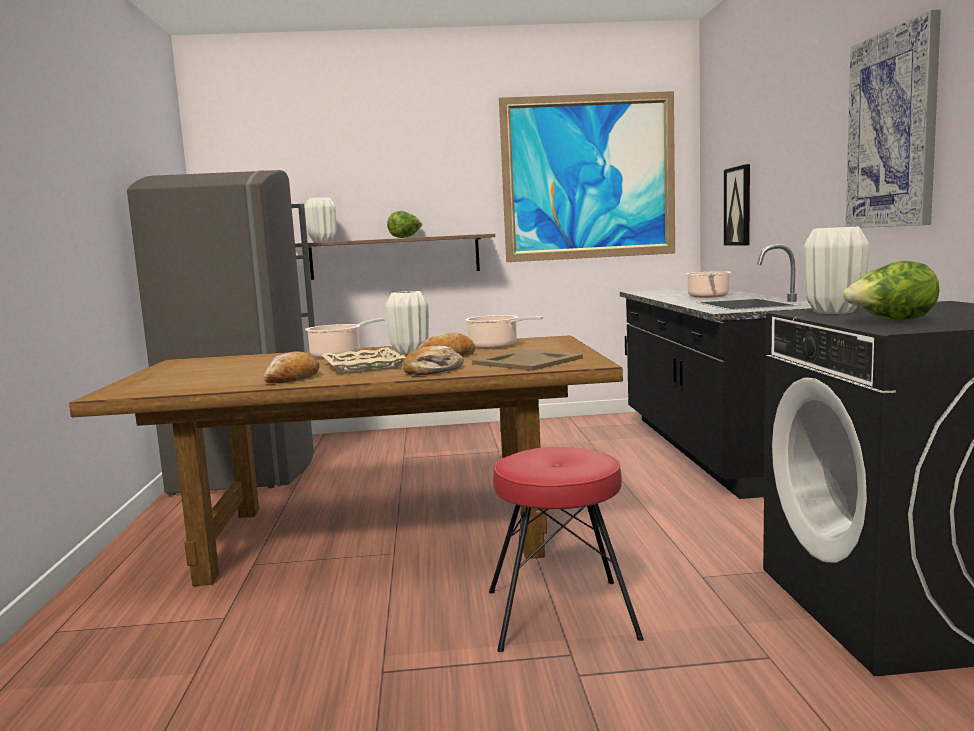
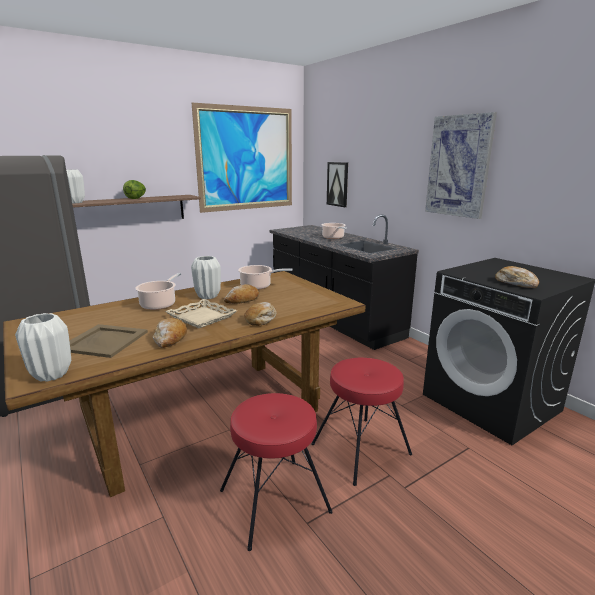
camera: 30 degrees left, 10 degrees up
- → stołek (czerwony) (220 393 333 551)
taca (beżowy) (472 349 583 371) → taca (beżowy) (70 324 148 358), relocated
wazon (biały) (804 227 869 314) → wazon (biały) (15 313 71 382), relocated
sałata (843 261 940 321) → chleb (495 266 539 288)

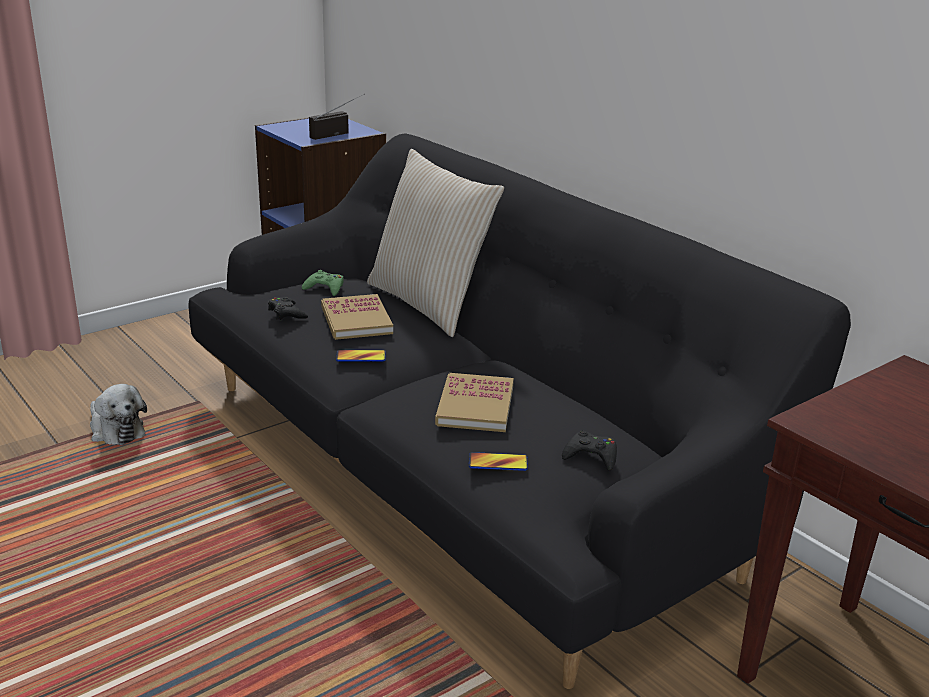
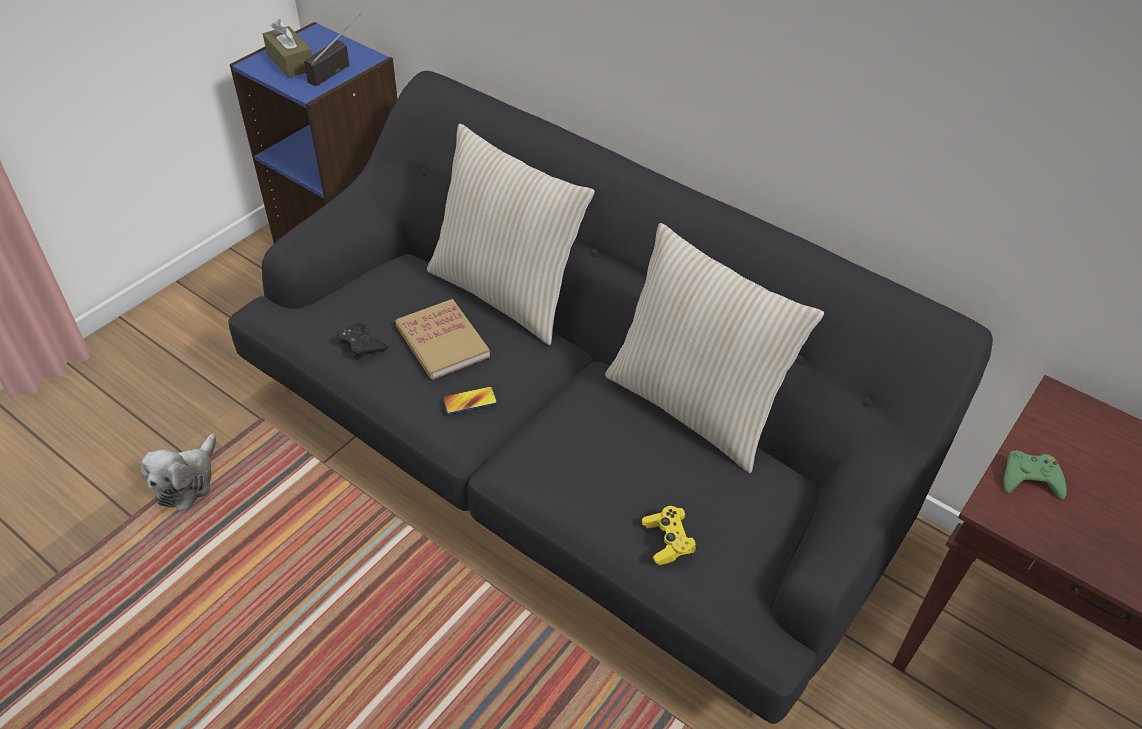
camera: 15 degrees left, 20 degrees up
książka (435 373 514 432) → -
pad do gier (czarny) (562 430 617 471) → -
- → pudełko chusteczek (brązowy) (263 19 312 78)
- → poduszka (beżowy) (605 223 824 473)
pad do gier (zielony) (302 270 344 296) → pad do gier (zielony) (1003 451 1067 500), relocated
telefon (469 452 528 471) → pad do gier (żółty) (642 506 697 565)
pluszak (90 384 147 445) → pluszak (141 434 217 510), 75 degrees clockwise

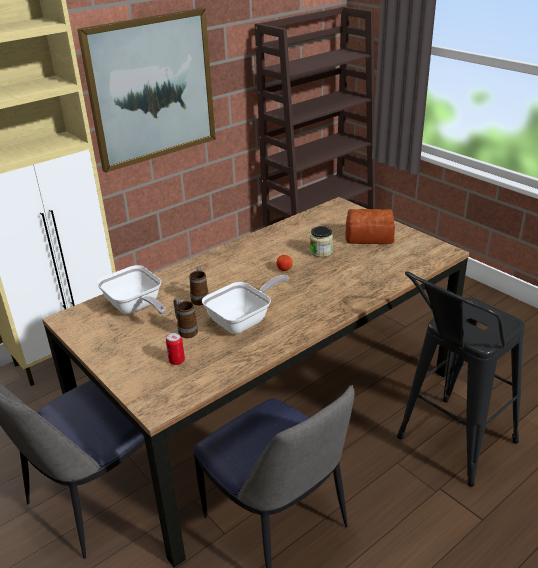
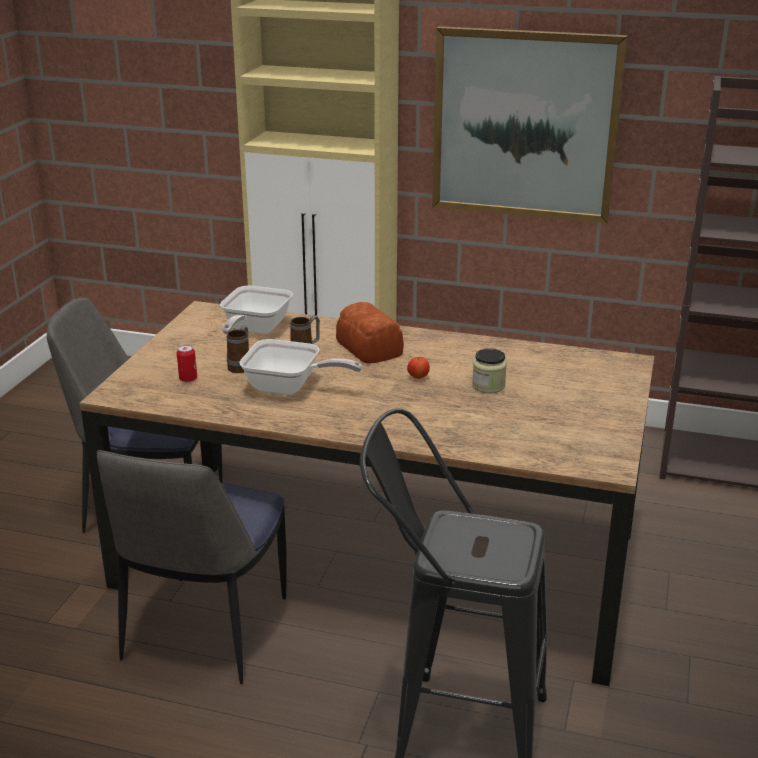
camera: 55 degrees right, 5 degrees down
chleb (346 209 395 244) → chleb (336 302 404 364), relocated

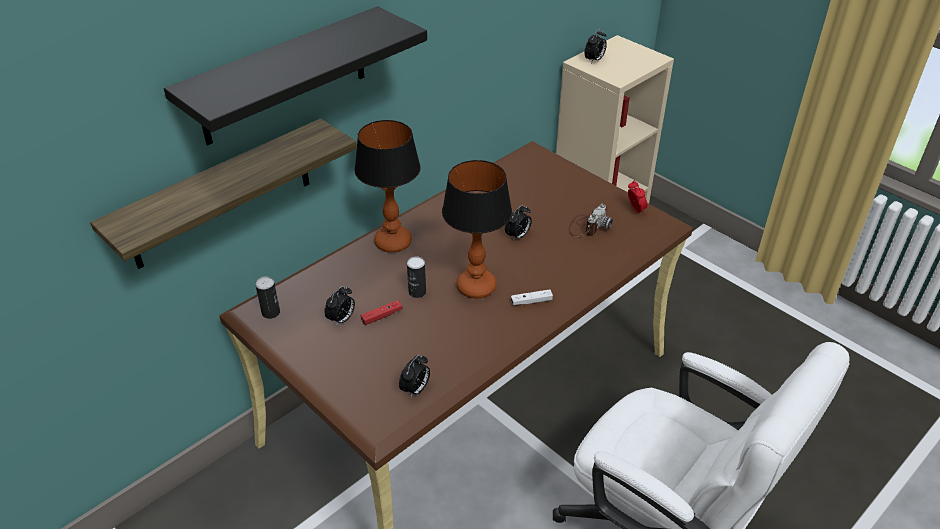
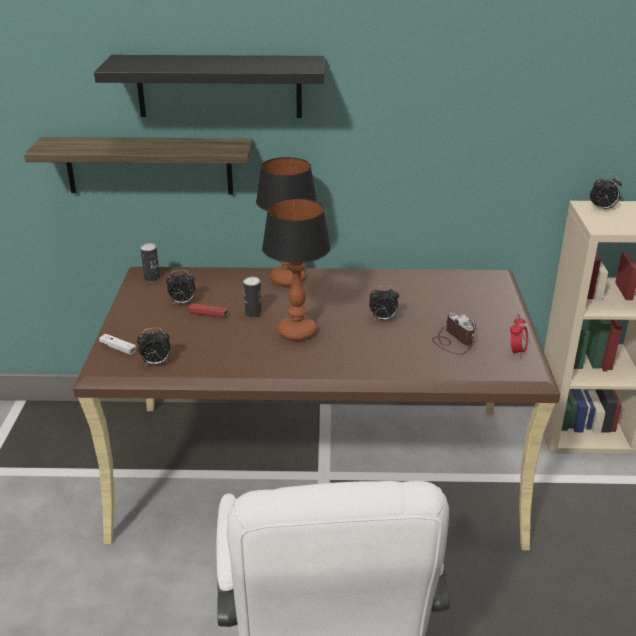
camera: 45 degrees right, 10 degrees down
pad do gier (biały) (511 289 553 305) → pad do gier (biały) (99 334 136 355), relocated
aparat fotograficzny (569 204 613 236) → aparat fotograficzny (432 312 476 354), 105 degrees counterclockwise

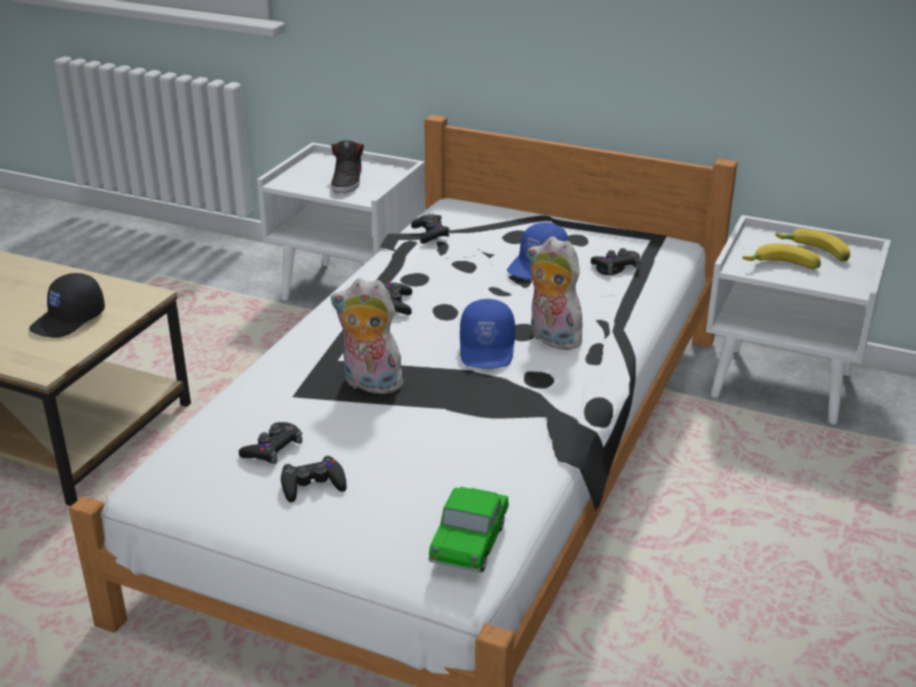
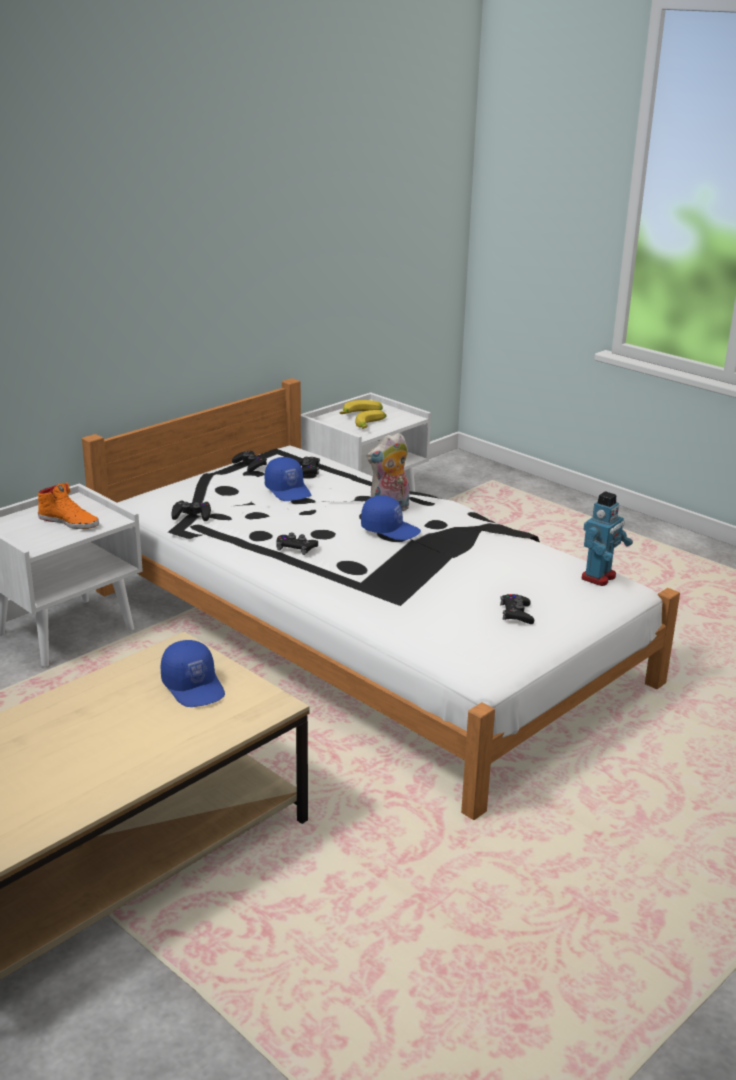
camera: 70 degrees left, 5 degrees down
pluszak (331 278 410 394) → -
pad do gier (czarny) (239 422 302 464) → pad do gier (czarny) (232 451 267 473), relocated
samochodzik (429 487 509 572) → robot zabawkowy (582 491 633 586)
czapka z daszkiem (czarny) (29 273 105 338) → czapka z daszkiem (niebieski) (161 640 225 707)
but (czarny) (331 140 364 193) → but (pomarańczowy) (38 483 99 529)

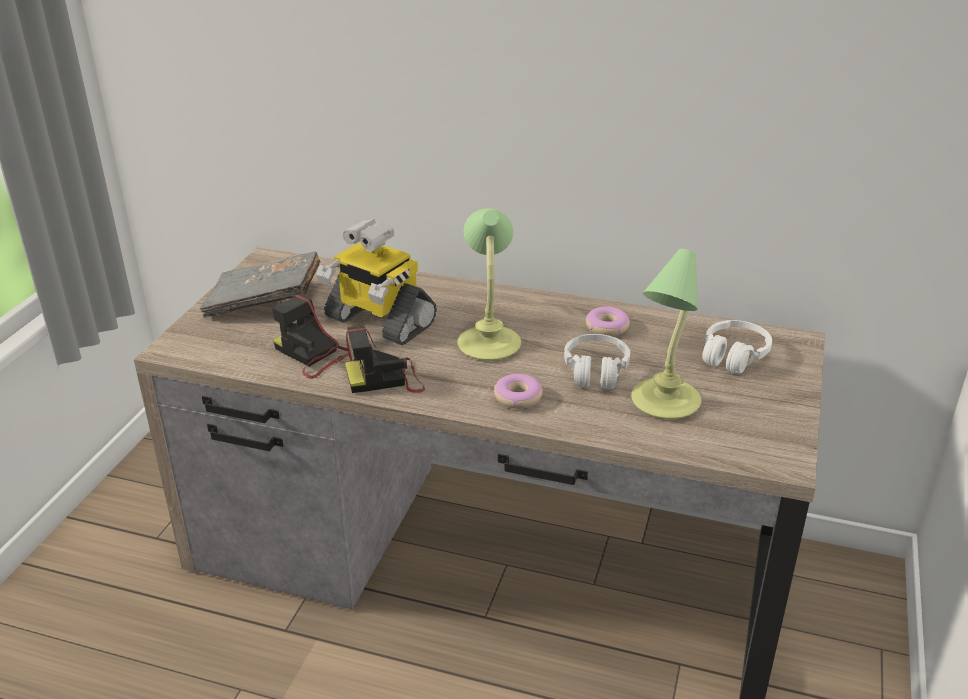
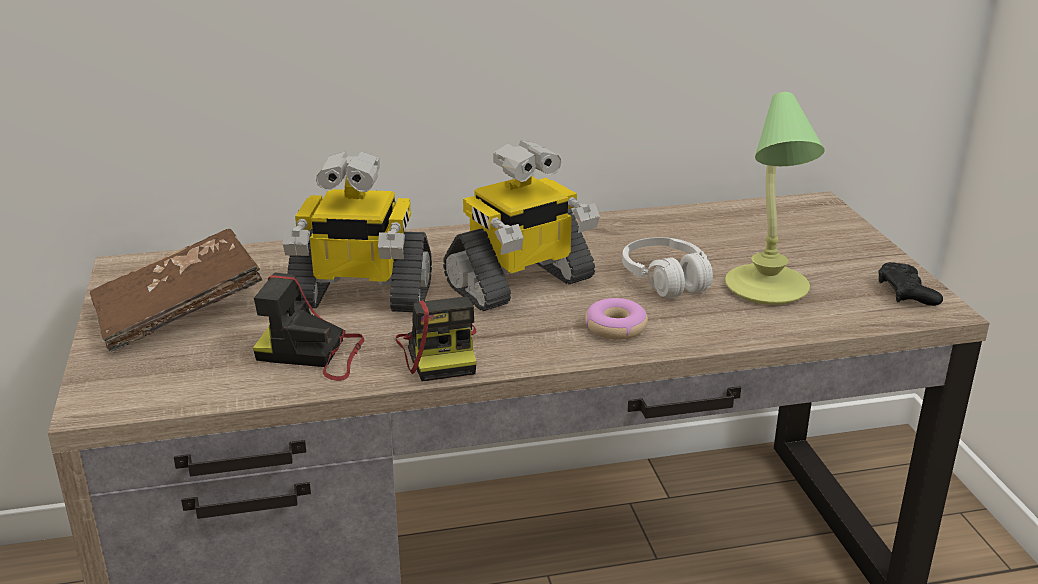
camera: 30 degrees left, 5 degrees down
donut (586 307 630 336) → -
słuchawki (biały) (702 320 772 374) → -
- → pad do gier (czarny) (878 262 943 306)
lampa stołowa (458 208 521 361) → robot zabawkowy (443 140 600 311)
książka (szary) (200 252 320 318) → książka (brązowy) (90 229 263 352)
aparat fotograficzny (345 326 425 393) → aparat fotograficzny (396 297 477 381), 60 degrees counterclockwise

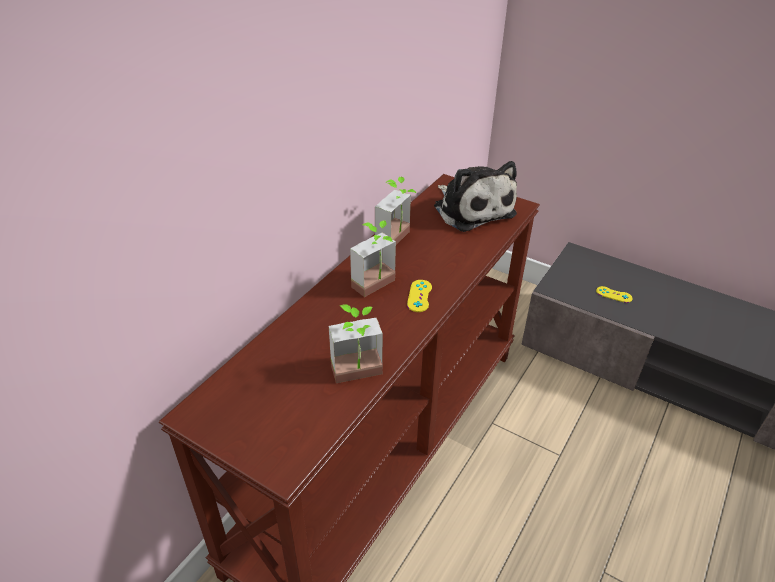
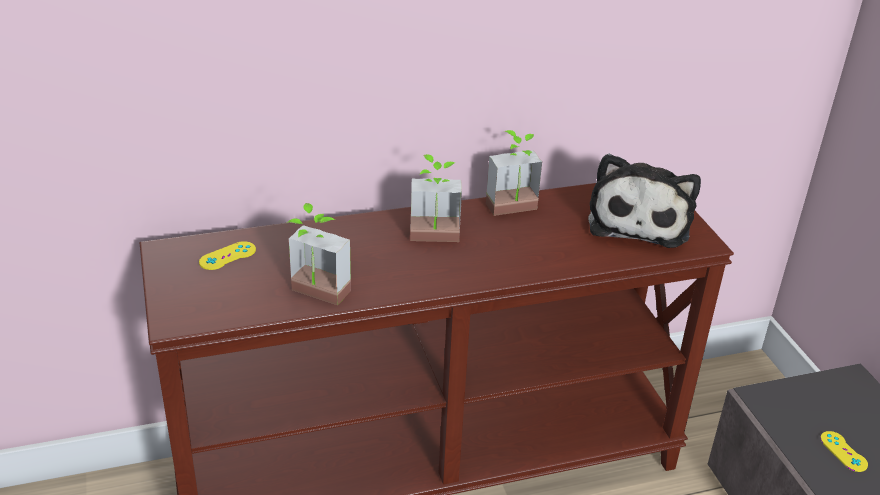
camera: 40 degrees right, 5 degrees down
pad do gier (żółty) (407 280 432 312) → pad do gier (żółty) (199 241 256 270), relocated

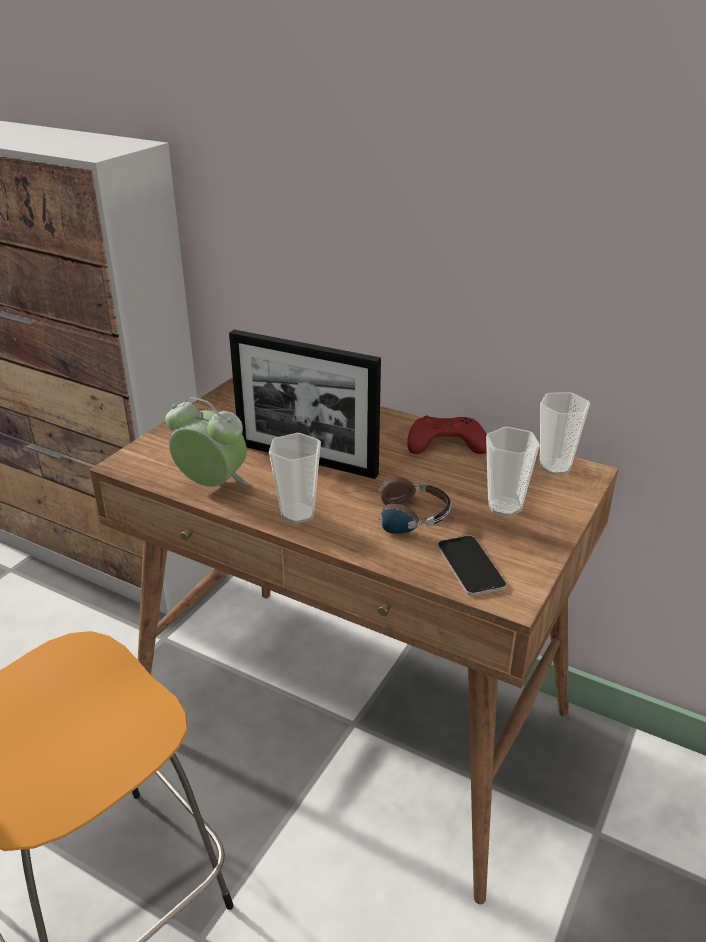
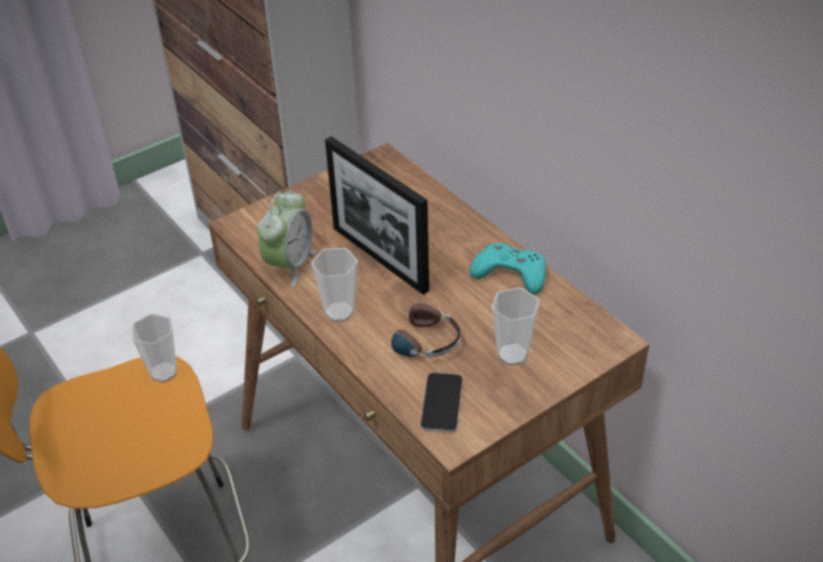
camera: 25 degrees right, 10 degrees up
filiżanka (540 392 590 475) → filiżanka (132 313 177 383), relocated
pad do gier (czerwony) (407 416 487 454) → pad do gier (turkusowy) (470 243 546 294)
budzik (165 397 251 487) → budzik (257 190 316 287), 60 degrees clockwise

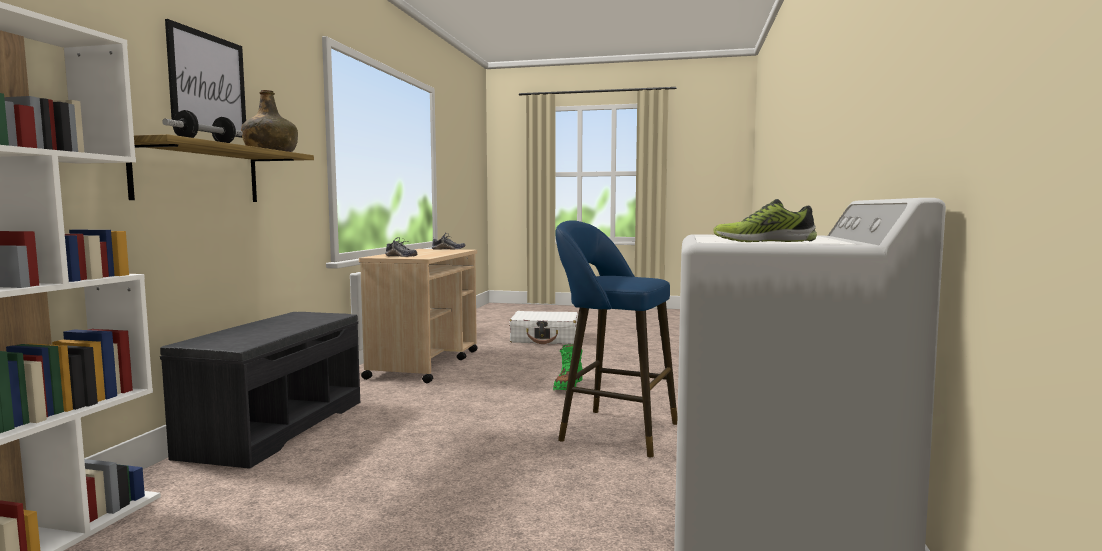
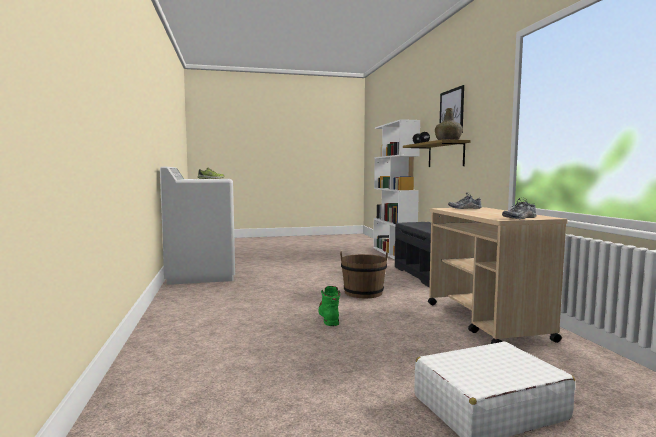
camera: 155 degrees right, 0 degrees up
stołek (niebieski) (555 220 677 457) → -
- → wiadro (brązowy) (340 251 388 298)

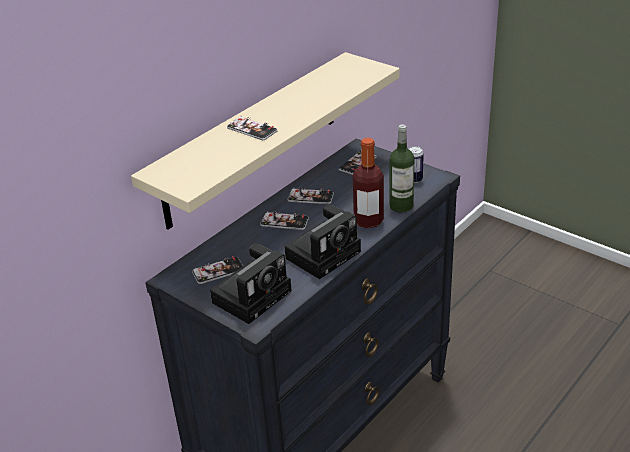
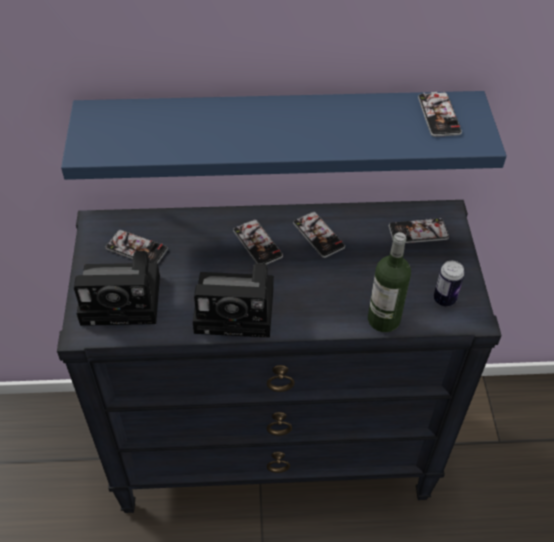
camera: 45 degrees right, 15 degrees up
butelka (353 138 384 228) → -
telefon (227 116 278 140) → telefon (418 91 462 137), relocated
półka (beżowy) (131 52 400 230) → półka (niebieski) (61 91 507 180)

